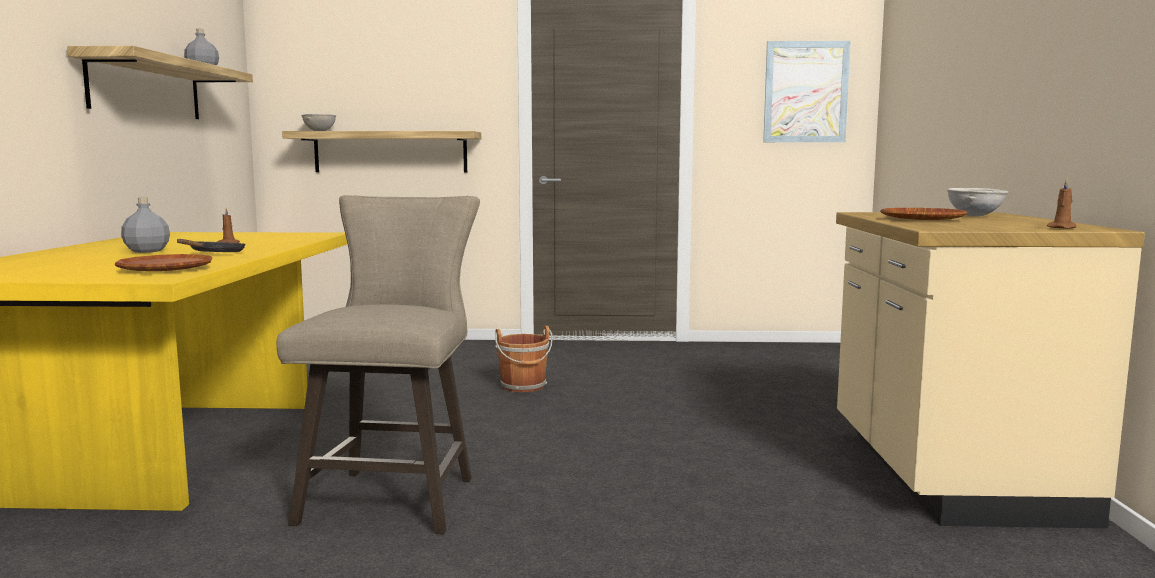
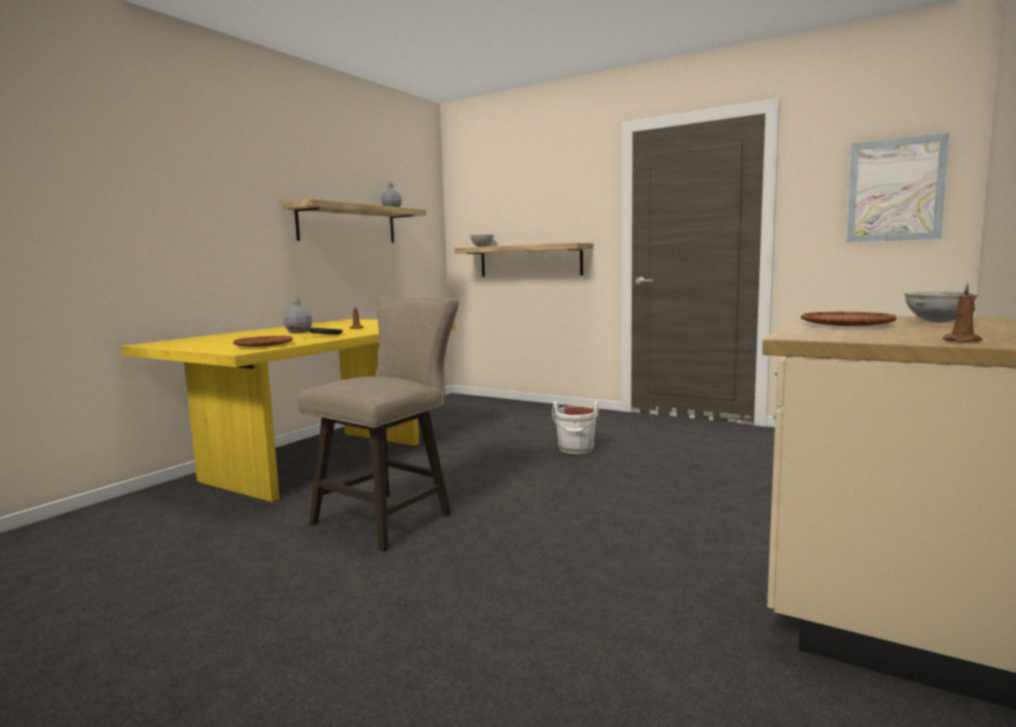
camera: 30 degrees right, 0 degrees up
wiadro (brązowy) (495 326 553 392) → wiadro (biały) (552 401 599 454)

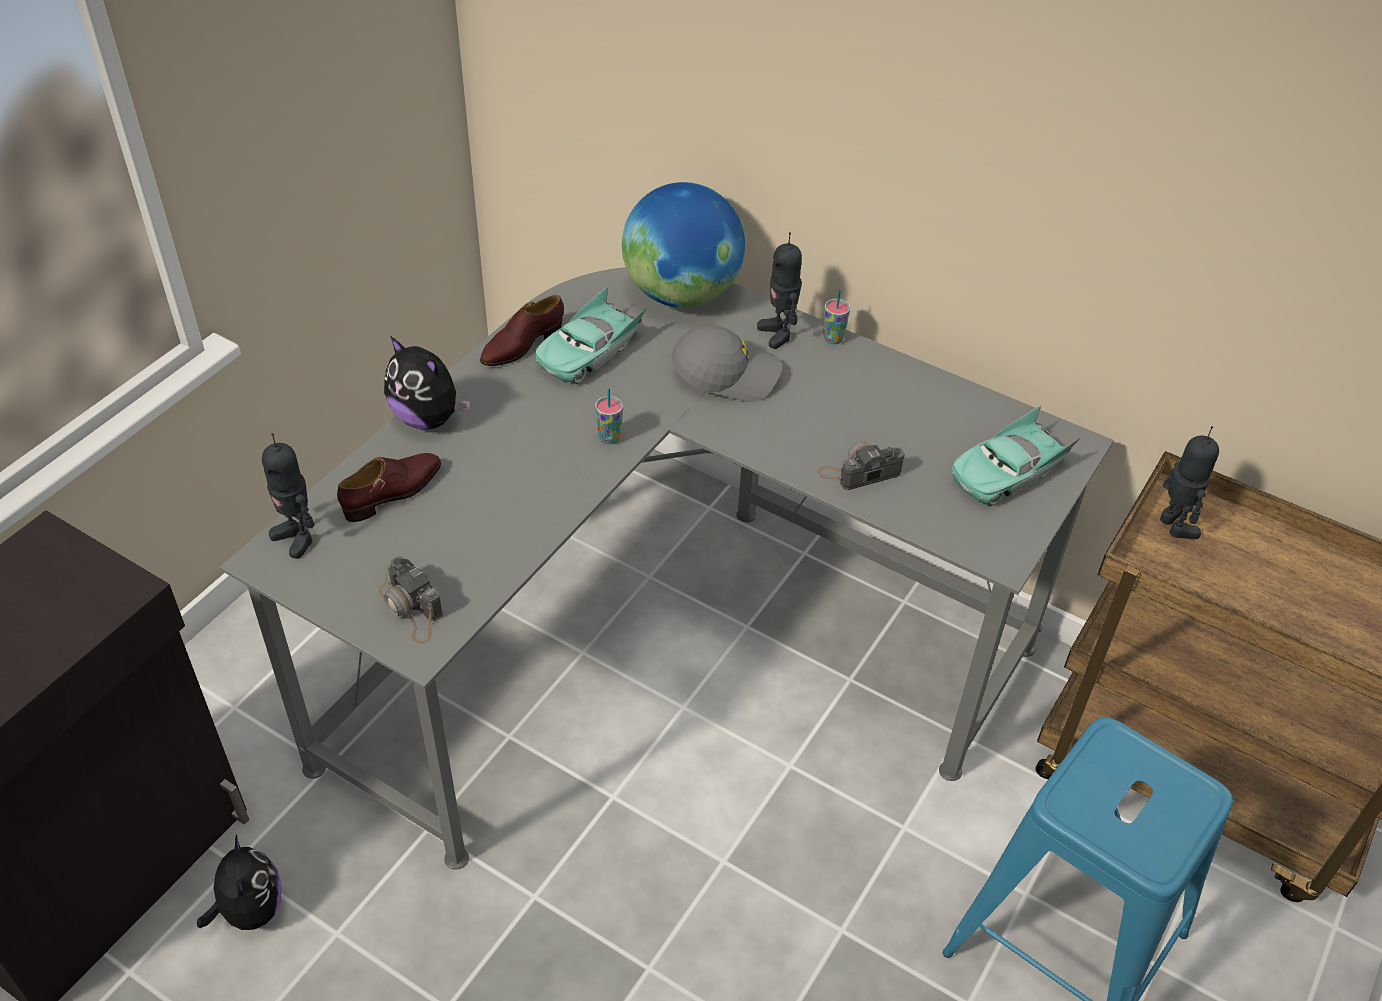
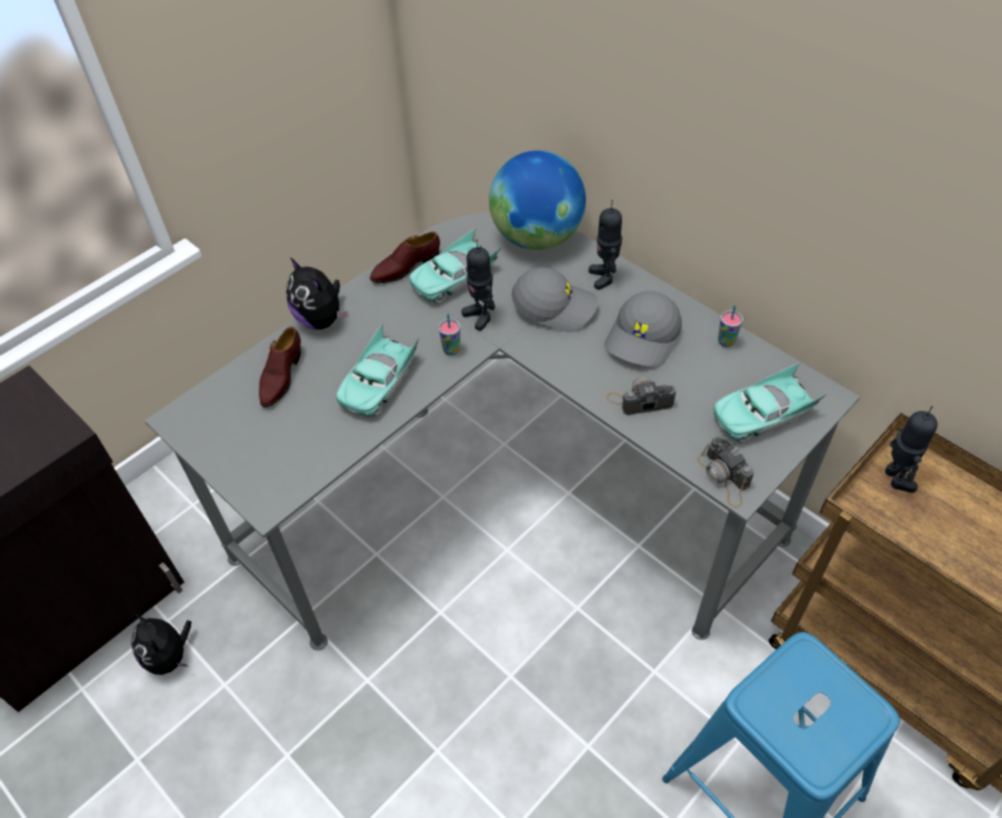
camera: 15 degrees right, 5 degrees up
- → samochodzik (turkusowy) (336 324 420 417)
- → czapka z daszkiem (szary) (604 291 682 367)
robot zabawkowy (262 433 315 559) → robot zabawkowy (461 239 495 331), relocated
aparat fotograficzny (378 556 443 644) → aparat fotograficzny (697 436 754 508), relocated
filiżanka (823 289 850 344) → filiżanka (718 305 743 347), relocated
pluszak (197 835 282 930) → pluszak (131 614 191 675), 150 degrees clockwise
but (brązowy) (337 453 441 522) → but (brązowy) (259 326 301 407), 135 degrees clockwise

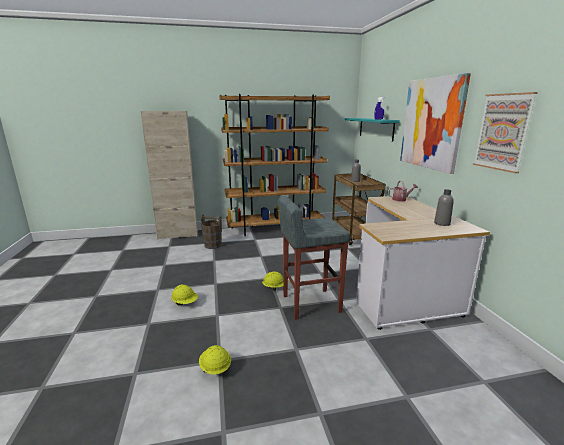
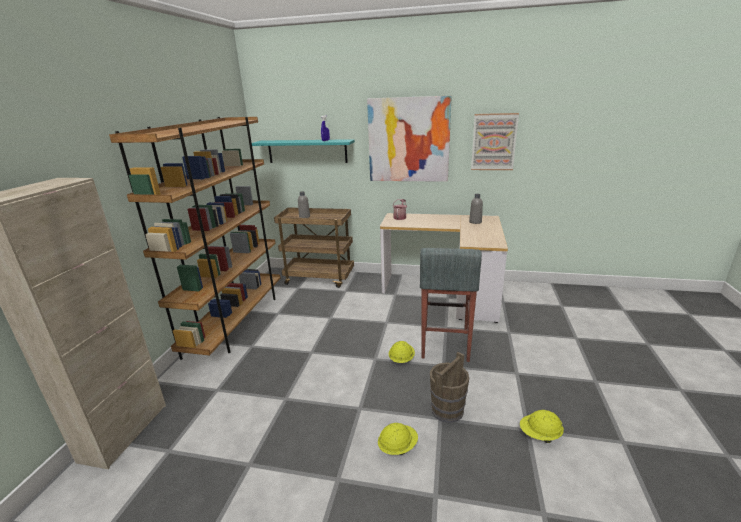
camera: 65 degrees left, 5 degrees up
wiadro (brązowy) (201 214 222 249) → wiadro (brązowy) (430 352 469 423), relocated

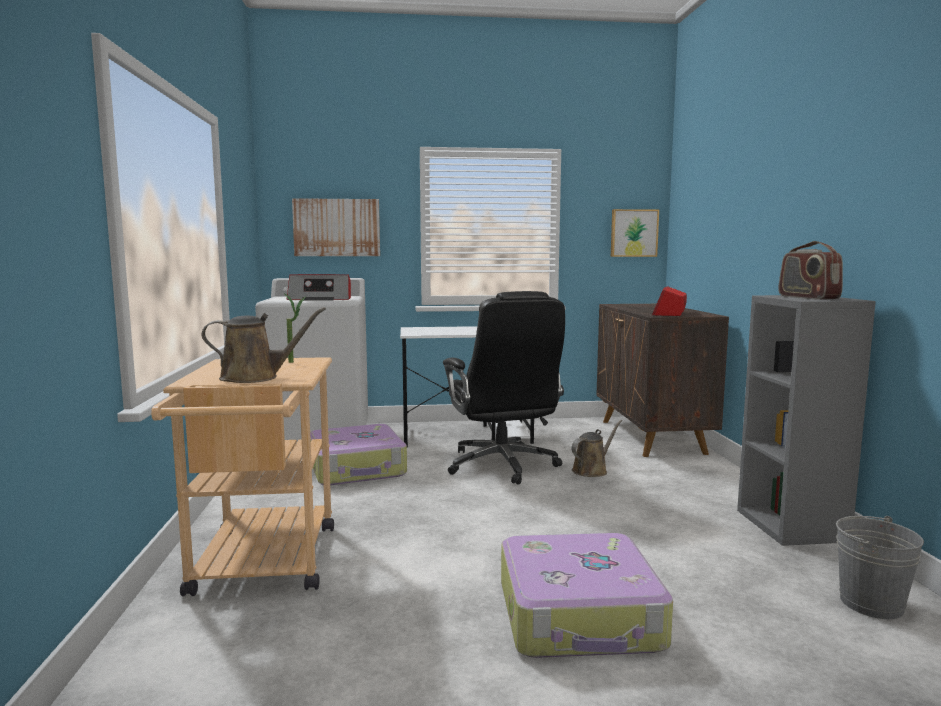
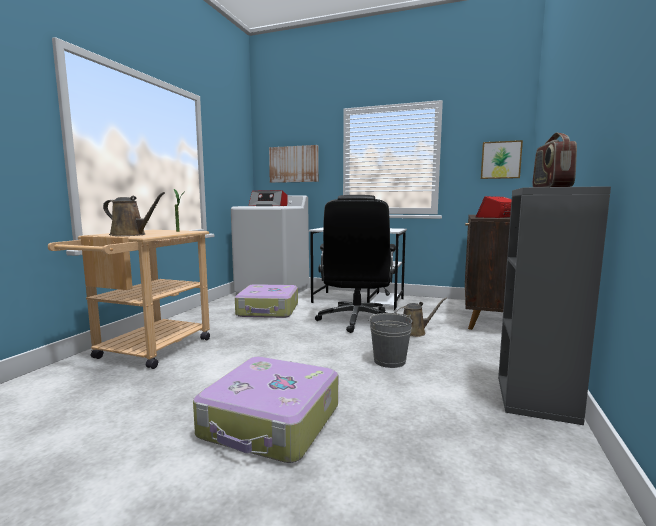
camera: 25 degrees right, 0 degrees up
wiadro (szary) (836 516 924 619) → wiadro (szary) (368 313 412 368), relocated

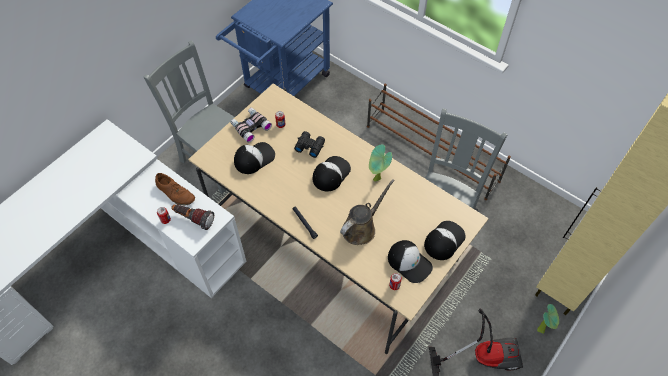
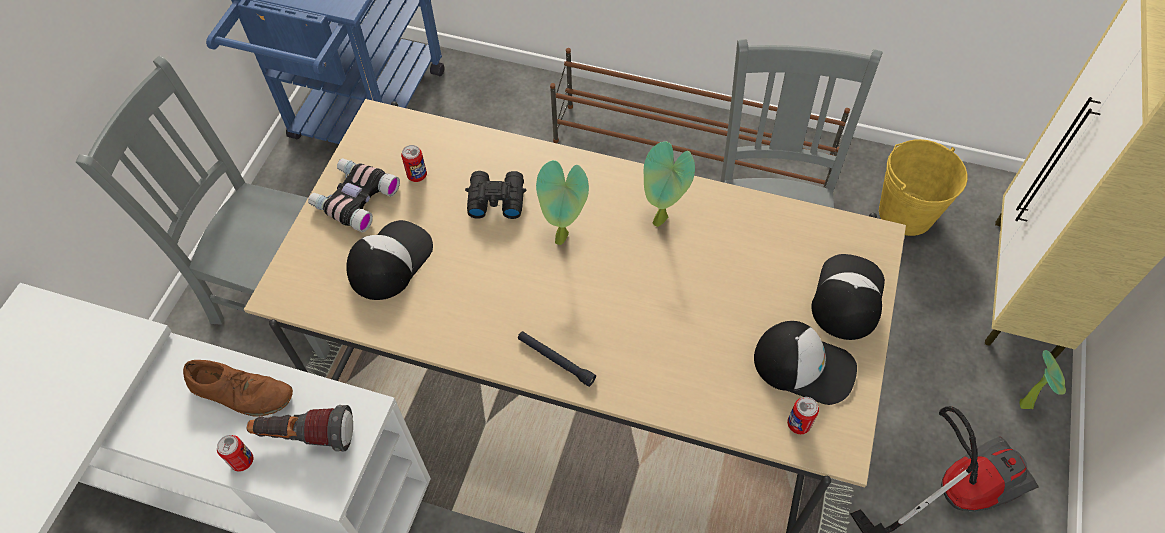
camera: 20 degrees left, 0 degrees up
konewka (brązowy) (340 179 395 245) → -
- → wiadro (żółty) (879 139 968 236)
czapka z daszkiem (313 156 351 192) → roślina doniczkowa (536 160 589 245)

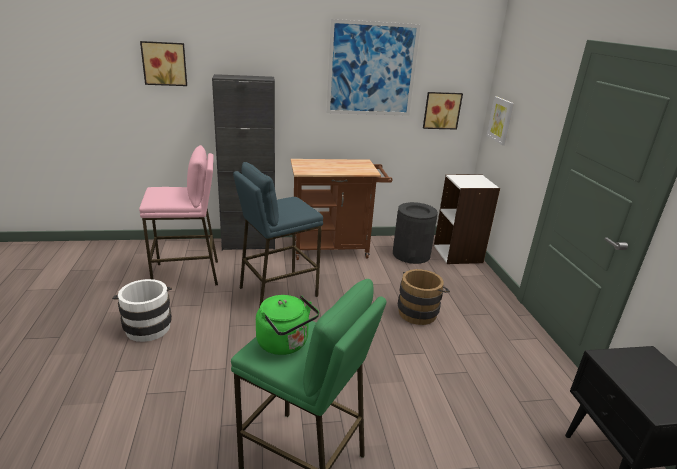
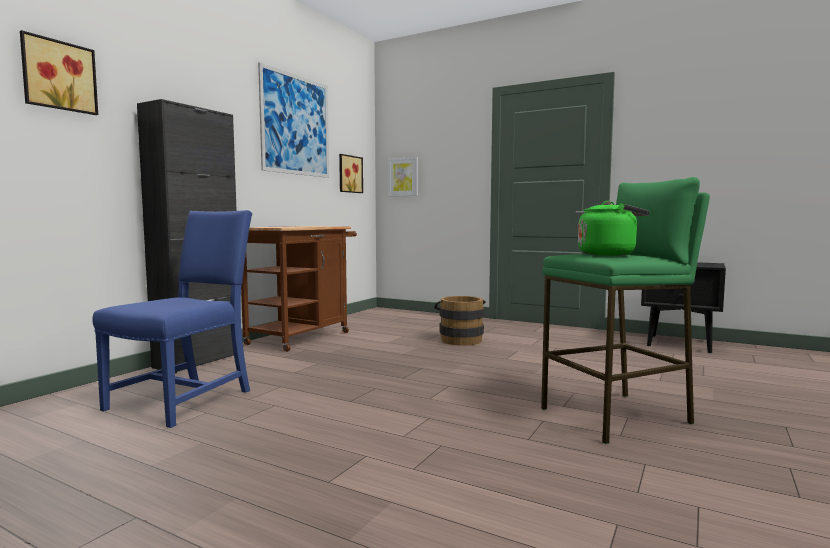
camera: 50 degrees left, 20 degrees down
wiadro (biały) (112 279 172 342) → -
stołek (niebieski) (233 162 323 308) → -
kosz na śmieci (czarny) (393 202 438 264) → -
regał (biały) (434 174 500 264) → -
stołek (różowy) (139 145 218 286) → krzesło (niebieski) (92 210 252 428)

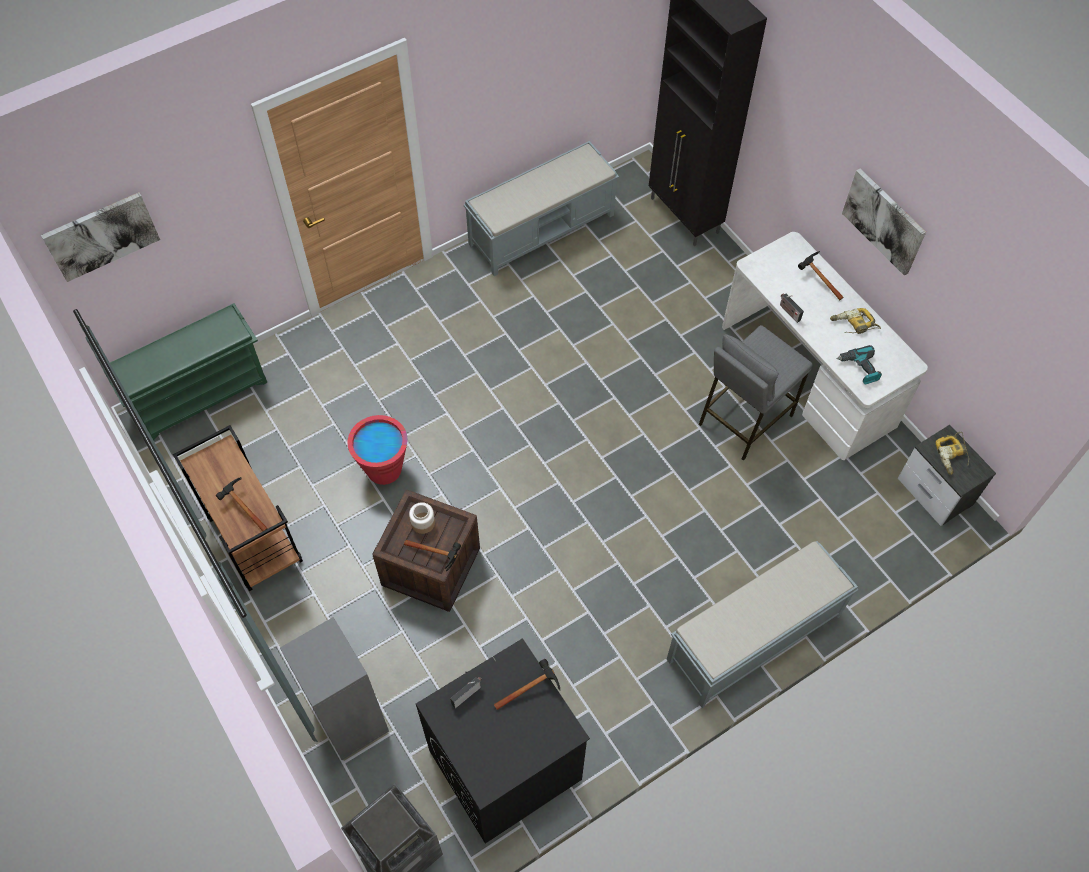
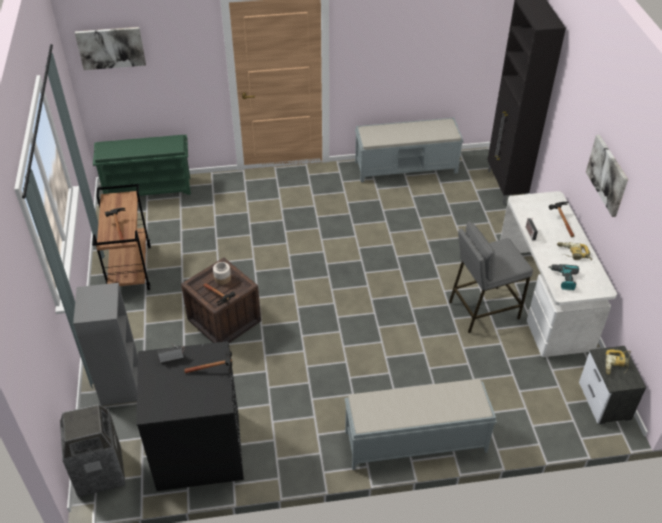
camera: 25 degrees right, 15 degrees down
wiadro (czerwony) (347 415 408 485) → -

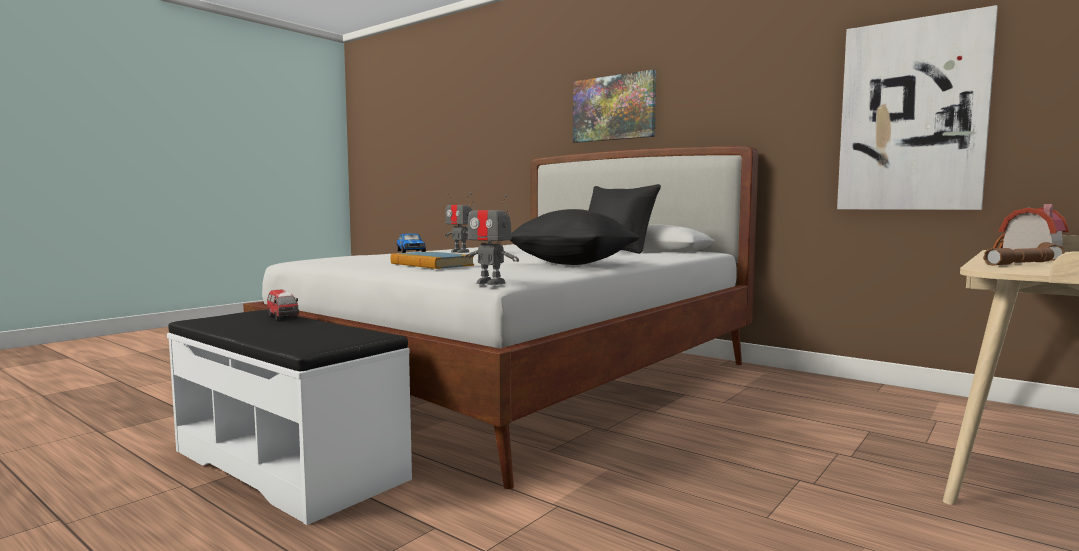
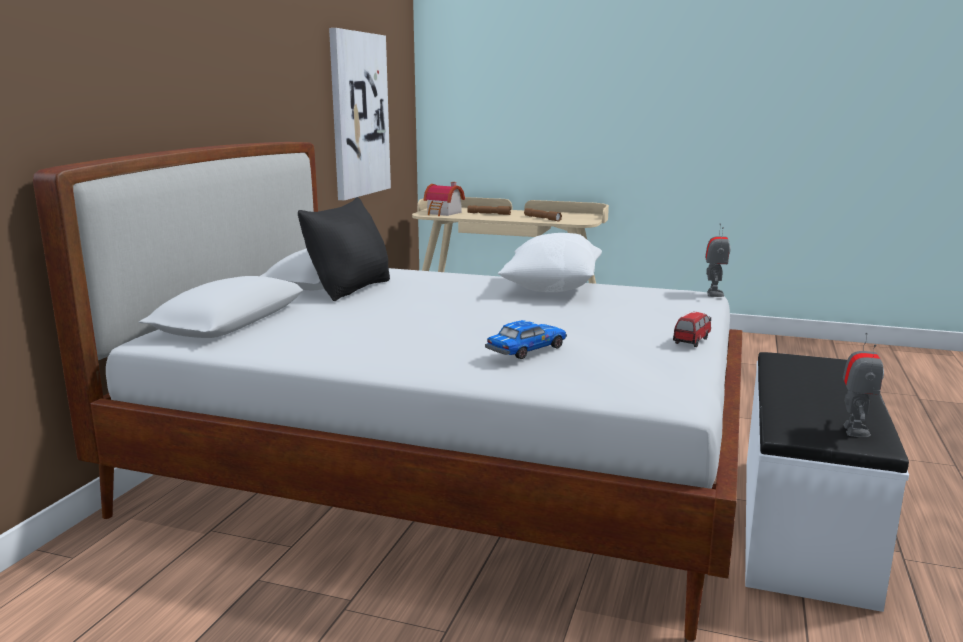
camera: 110 degrees left, 10 degrees up
książka (390 252 474 269) → -
obraz (573 69 656 143) → -
samochodzik (267 290 299 320) → samochodzik (673 312 711 347), relocated
robot zabawkowy (445 194 472 253) → robot zabawkowy (843 333 884 437), relocated
poduszka (czarny) (510 209 640 265) → poduszka (biały) (498 233 602 292)

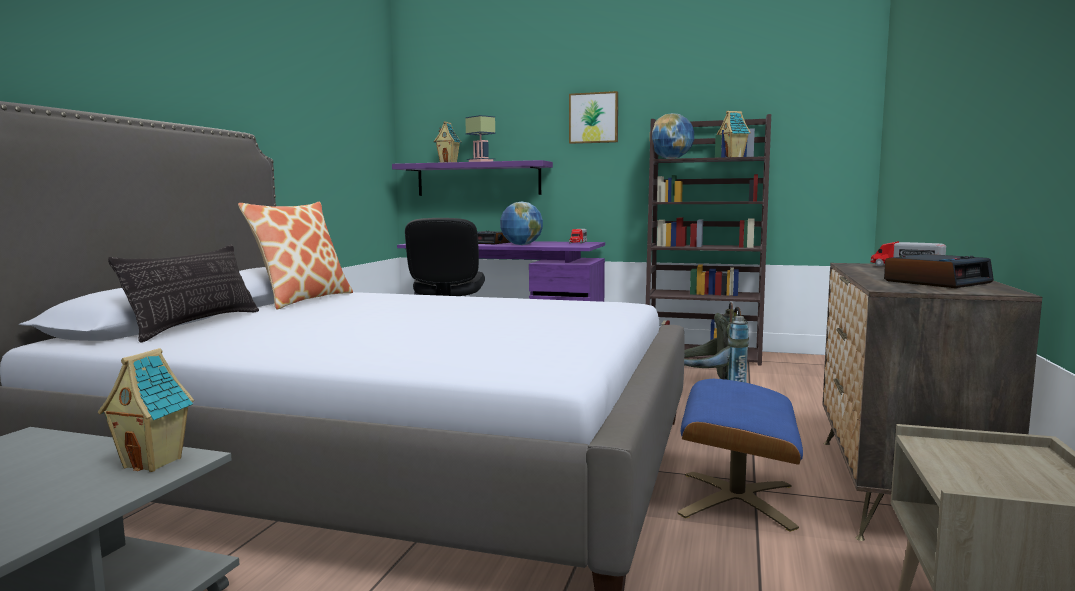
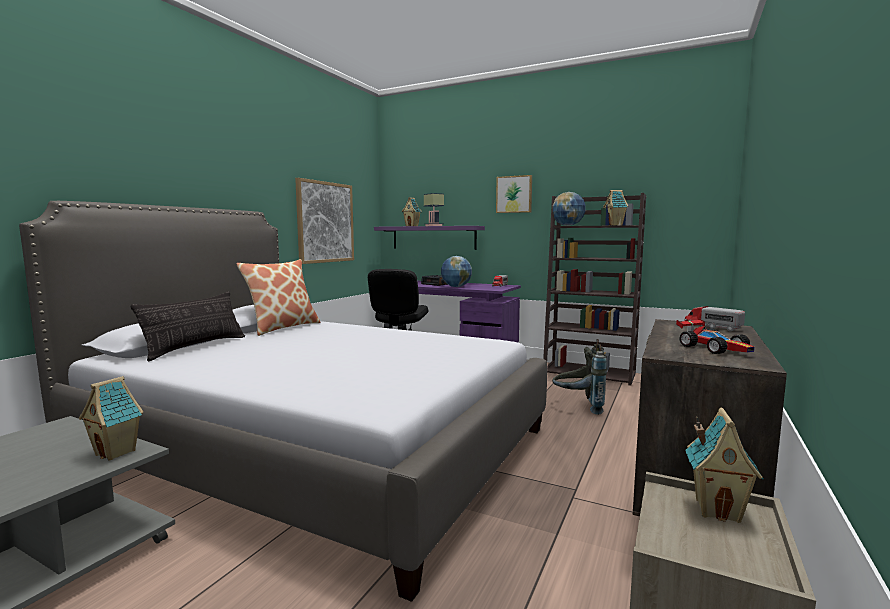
camera: 10 degrees right, 0 degrees up
pufa (niebieski) (678 379 803 532) → -
- → obraz (295 178 354 264)
- → domek (685 407 764 523)
budzik (884 254 994 288) → samochodzik (676 318 755 354)

